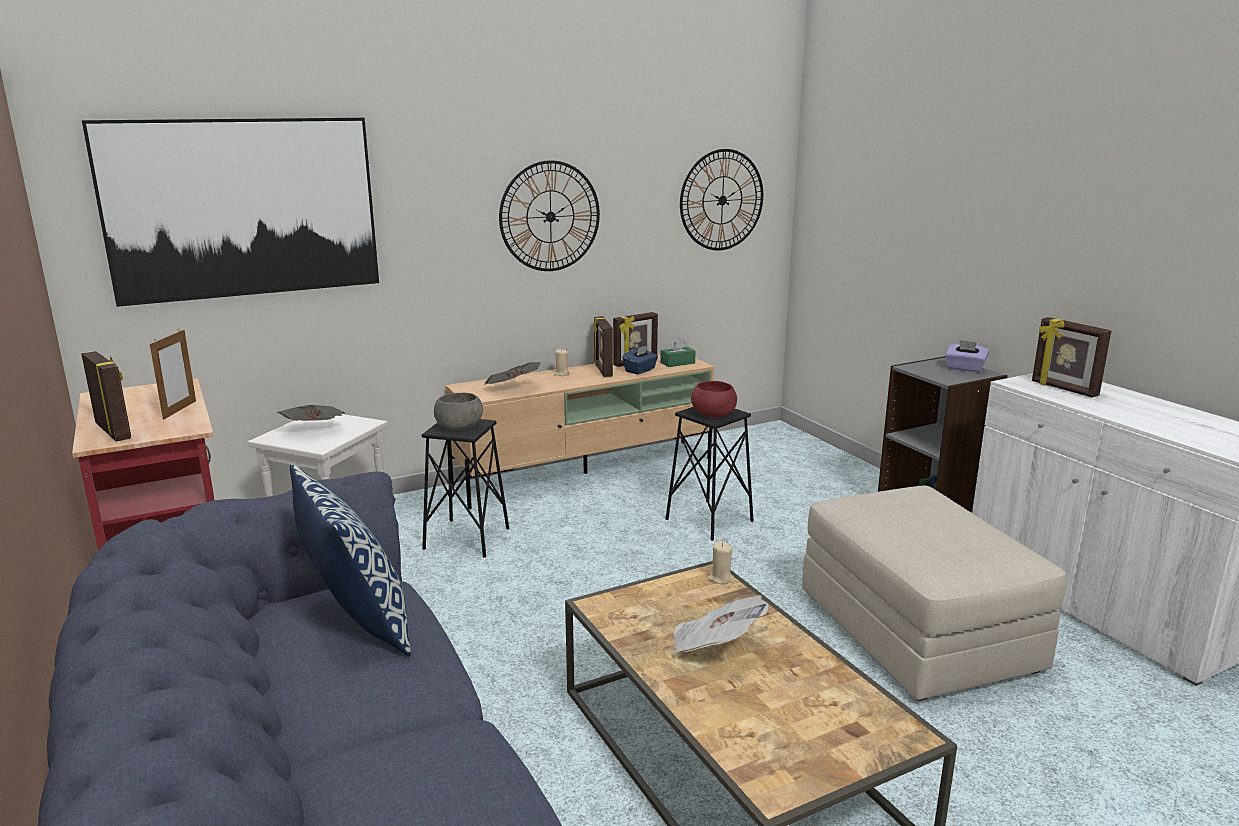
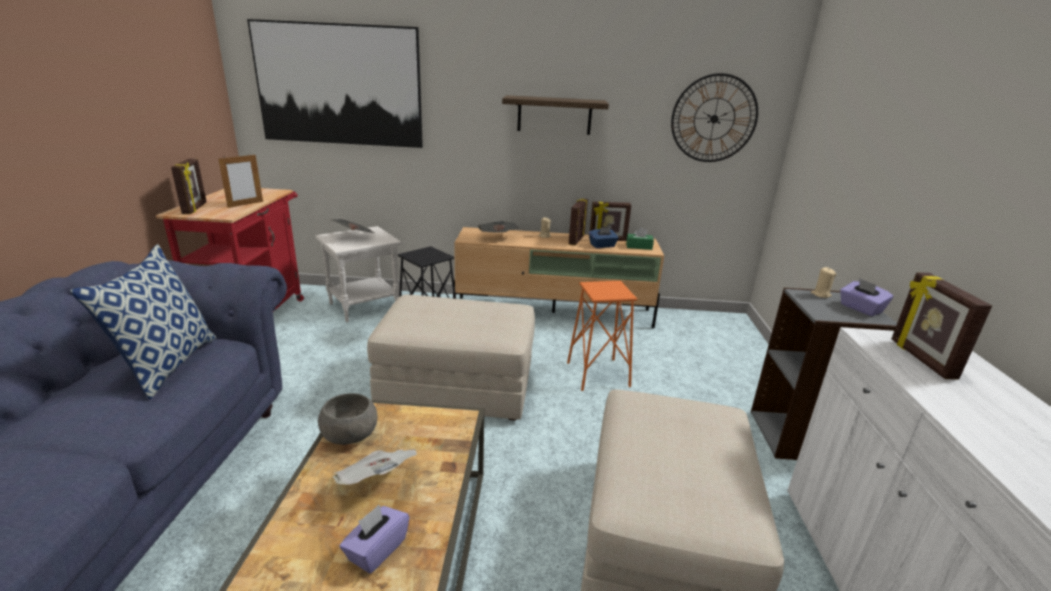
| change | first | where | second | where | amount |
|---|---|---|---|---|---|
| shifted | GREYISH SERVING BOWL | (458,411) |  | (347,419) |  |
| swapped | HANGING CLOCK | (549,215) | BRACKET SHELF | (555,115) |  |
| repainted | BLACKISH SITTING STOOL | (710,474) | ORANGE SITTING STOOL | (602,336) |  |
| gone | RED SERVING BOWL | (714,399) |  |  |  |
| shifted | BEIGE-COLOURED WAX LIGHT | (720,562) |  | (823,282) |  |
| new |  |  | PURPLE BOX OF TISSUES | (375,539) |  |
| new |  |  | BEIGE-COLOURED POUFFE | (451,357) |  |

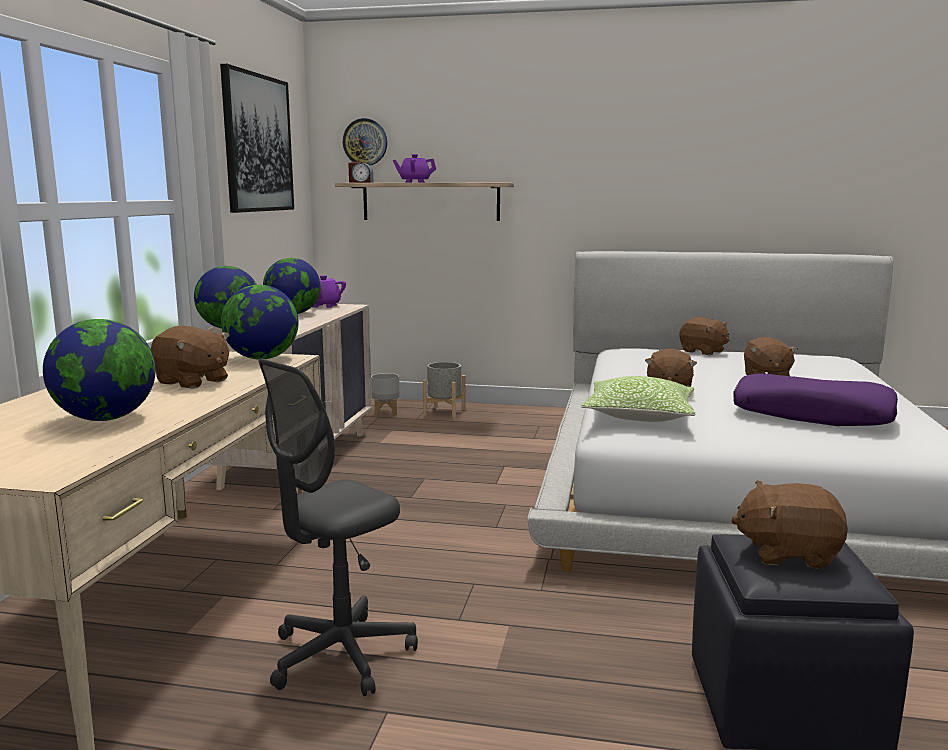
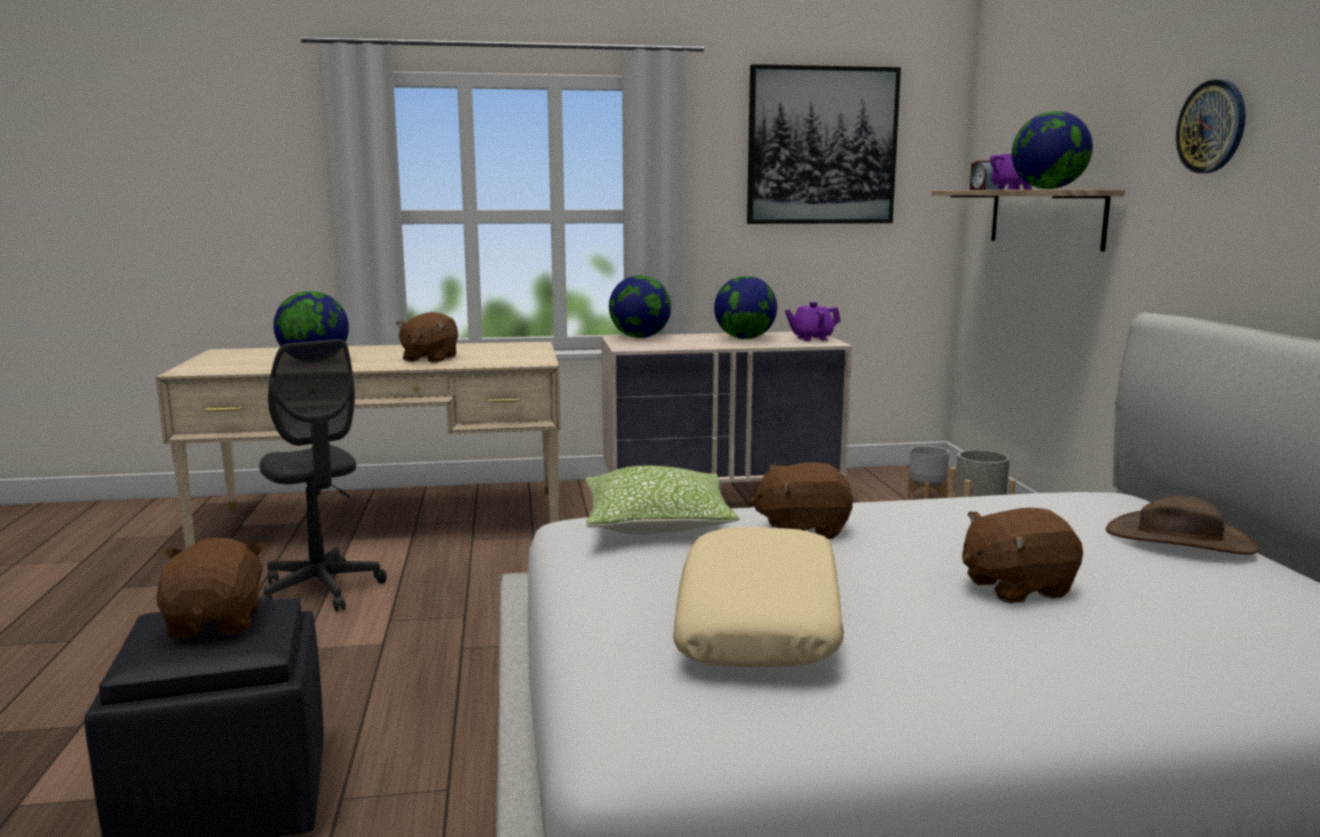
| change | first | where | second | where | amount |
|---|---|---|---|---|---|
| shifted | DESK GLOBE | (259,322) |  | (1052,150) |  |
| rotated | GREYISH DESK CHAIR | (338,527) |  | (323,475) | 150 degrees counterclockwise |
| shifted | HANGING CLOCK | (365,141) |  | (1211,126) |  |
| swapped | BROWN-COLOURED SOFT TOY | (704,336) | BROWN-COLOURED WEARABLE HAT | (1182,525) |  |
| repainted | PURPLE CUSHION | (815,400) | BEIGE-COLOURED CUSHION | (758,597) |  |

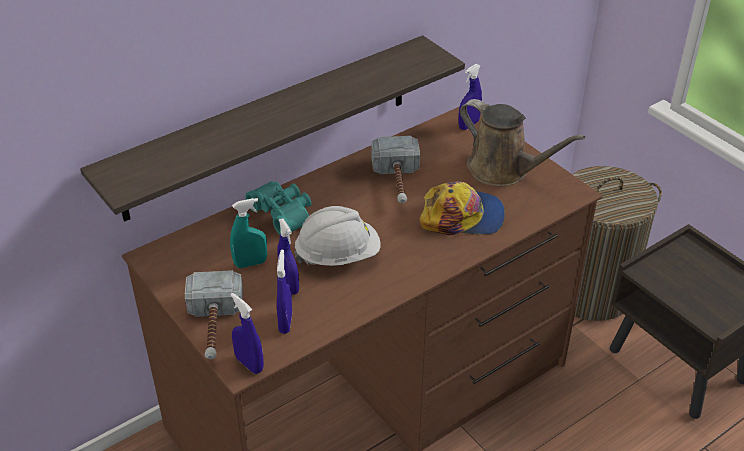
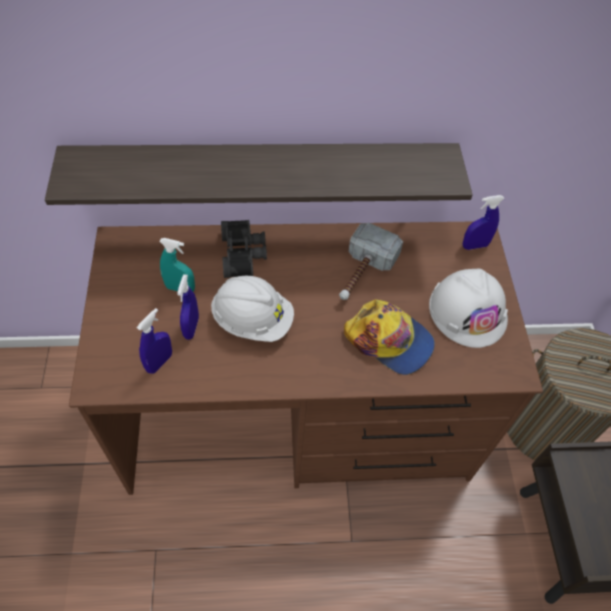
| change | first | where | second | where | amount |
|---|---|---|---|---|---|
| gone | HAMMER | (214,314) |  |  |  |
| gone | BLUISH HAND SPRAYER | (247,333) |  |  |  |
| repainted | TURQUOISE-COLOURED FIELD GLASSES | (278,208) | BLACKISH FIELD GLASSES | (244,249) |  |
| swapped | BROWN-COLOURED SPRINKLING CAN | (522,142) | WHITE-COLOURED SAFETY HELMET | (468,308) |  |

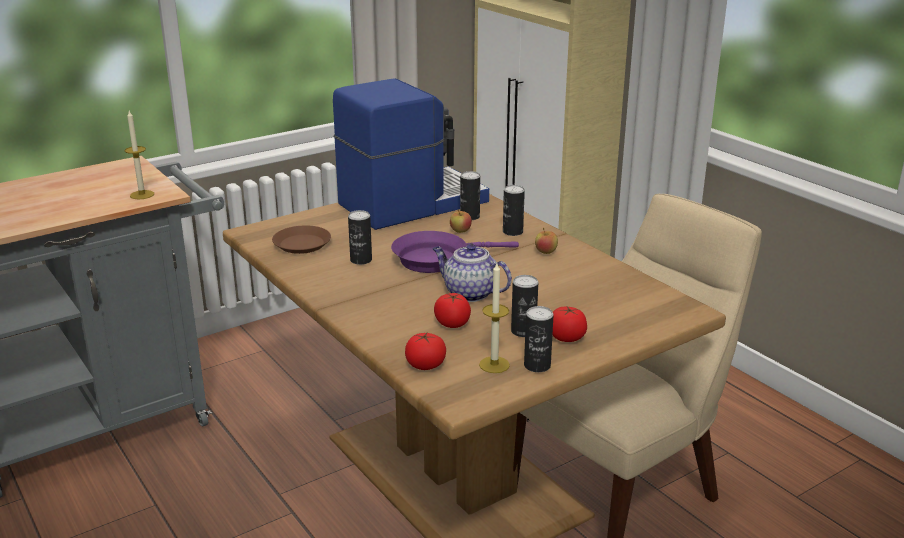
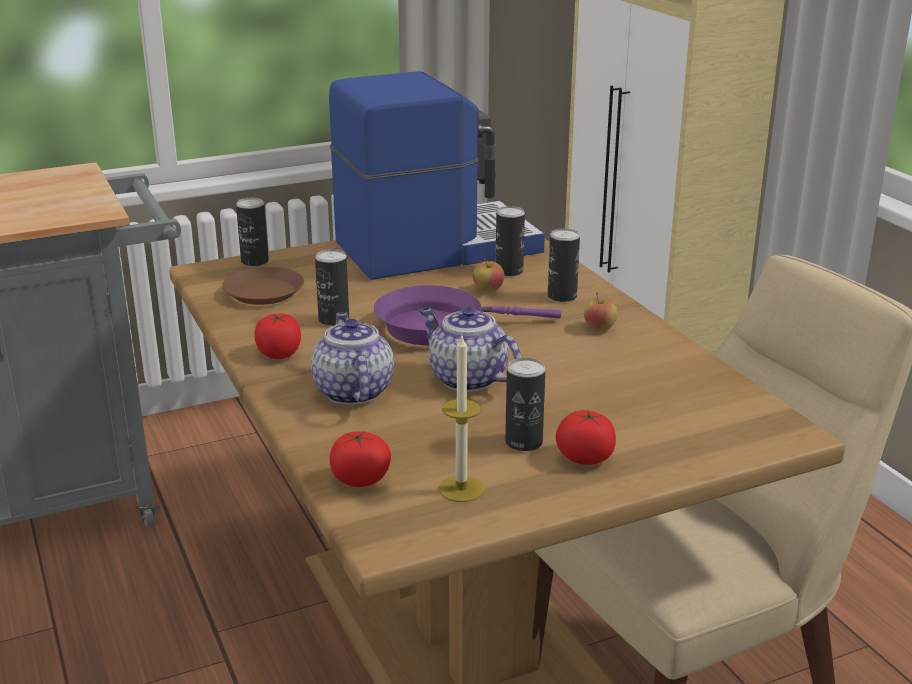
| change | first | where | second | where | amount |
|---|---|---|---|---|---|
| gone | WAX LIGHT | (139,155) |  |  |  |
| shifted | WHOLE TOMATO | (452,310) |  | (277,336) |  |
| shifted | METAL CAN | (539,339) |  | (252,232) |  |
| new |  |  | TEAPOT | (352,358) |  |

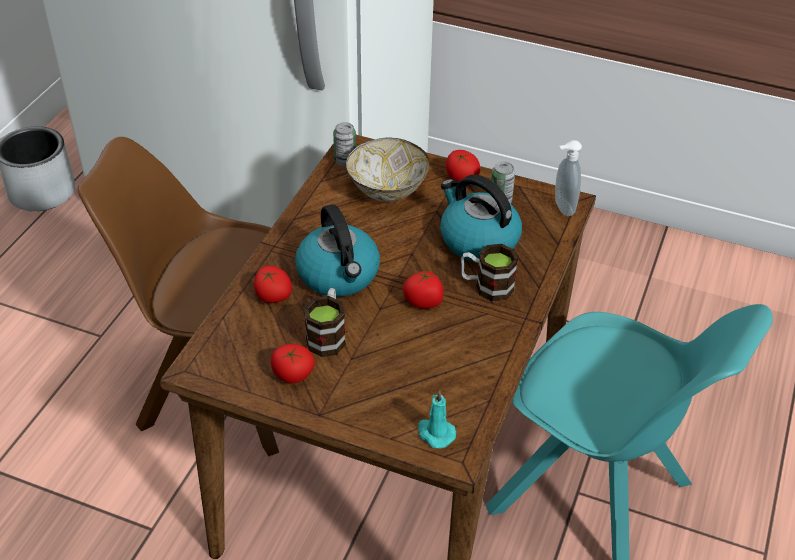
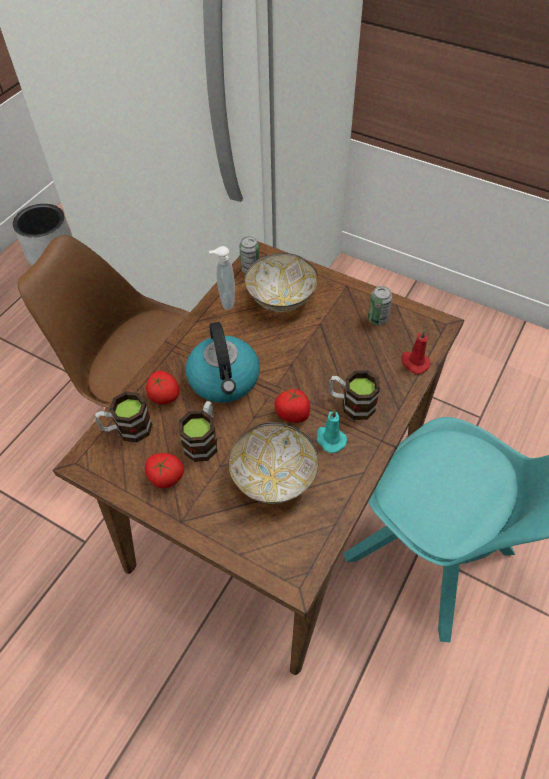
| change | first | where | second | where | amount |
|---|---|---|---|---|---|
| shifted | TURQUOISE-COLOURED WAX LIGHT | (437,419) |  | (331,431) |  |
| gone | TEA KETTLE | (481,218) |  |  |  |
| gone | WHOLE TOMATO | (463,165) |  |  |  |
| shifted | LIQUID SOAP BOTTLE | (568,178) |  | (222,278) |  |
| new |  |  | COFFEE MUG | (124,416) |  |
| new |  |  | SERVING BOWL | (273,463) |  |
| new |  |  | RED WAX LIGHT | (415,352) |  |

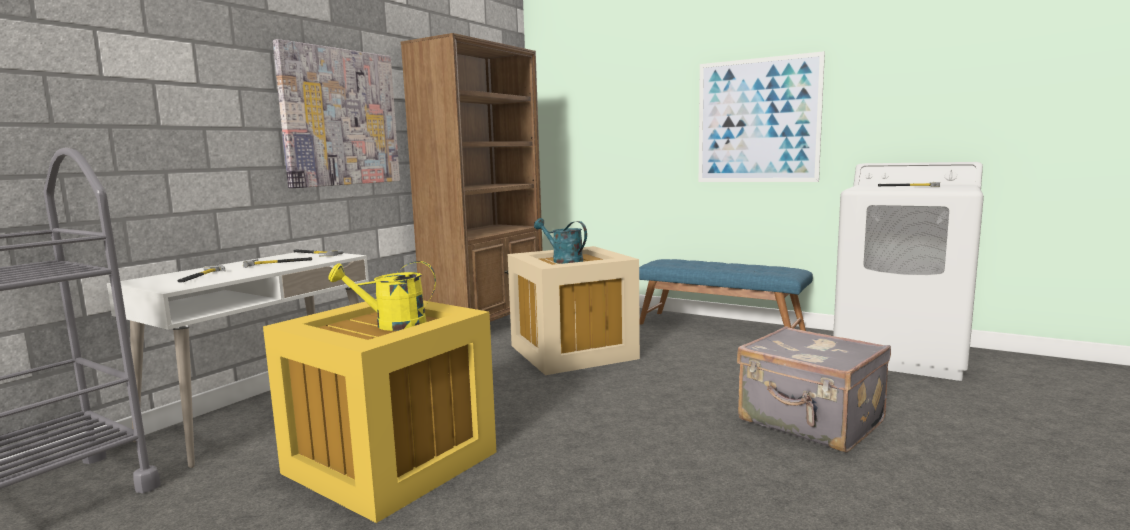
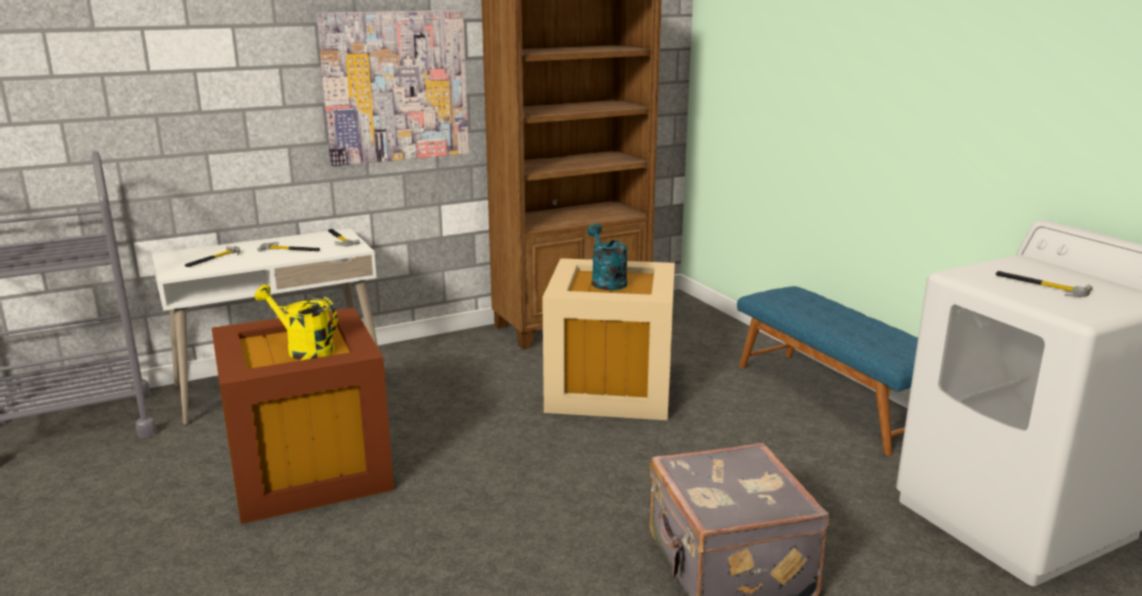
| change | first | where | second | where | amount |
|---|---|---|---|---|---|
| repainted | YELLOWISH STORAGE CONTAINER | (379,411) | BROWN-COLOURED STORAGE CONTAINER | (303,416) |  |
| gone | WALL ART | (762,116) |  |  |  |

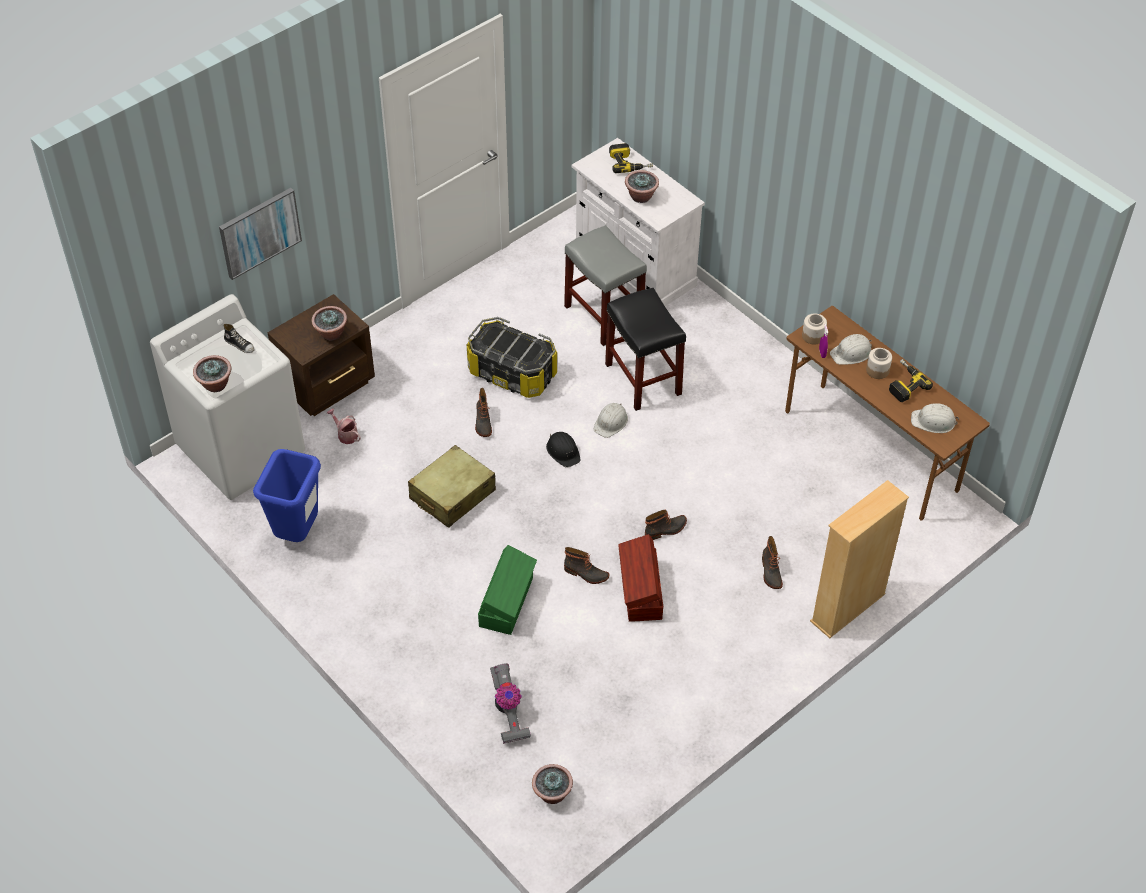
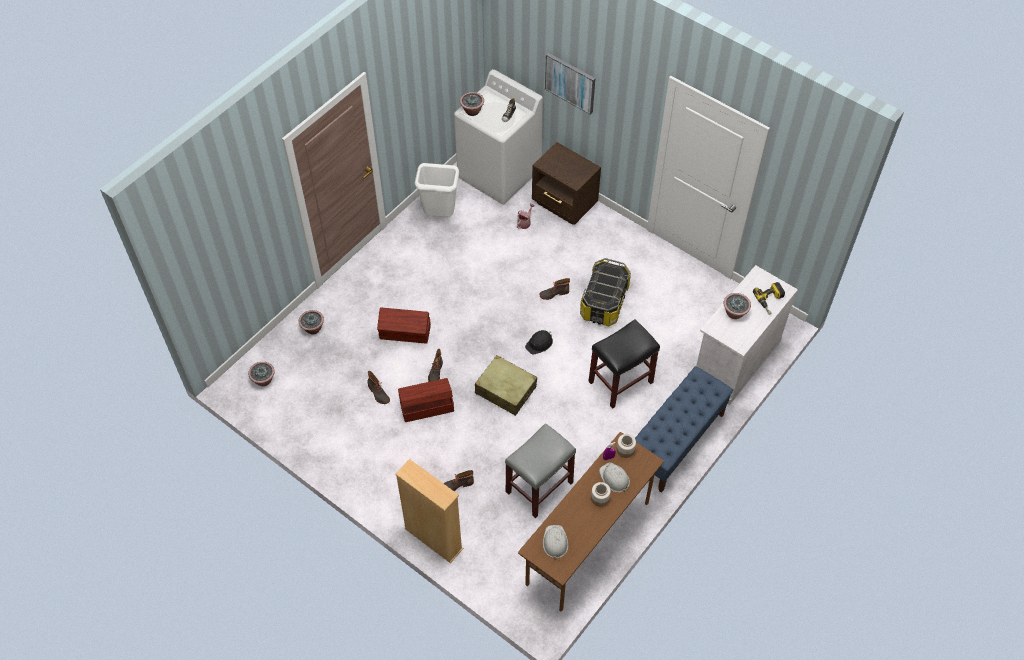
| change | first | where | second | where | amount |
|---|---|---|---|---|---|
| repainted | BLUISH TRASH CAN | (287,495) | WHITE-COLOURED TRASH CAN | (437,190) |  |
| shifted | POTTED PLANT | (329,323) |  | (311,322) |  |
| shifted | BEIGE-COLOURED PIECE OF LUGGAGE | (452,486) |  | (506,385) |  |
| repainted | GREEN STORAGE CONTAINER | (507,590) | BROWN-COLOURED STORAGE CONTAINER | (404,325) |  |
| gone | VACUUM | (510,703) |  |  |  |
| shifted | GREYISH SITTING STOOL | (605,285) |  | (540,470) |  |
| gone | WHITE-COLOURED SAFETY HELMET | (610,420) |  |  |  |
| shifted | HIGH-TOP BOOT | (666,525) |  | (378,387) |  |
| gone | ELECTRIC DRILL | (911,380) |  |  |  |
| new |  |  | BLUISH LONG SEAT | (684,429) |  |

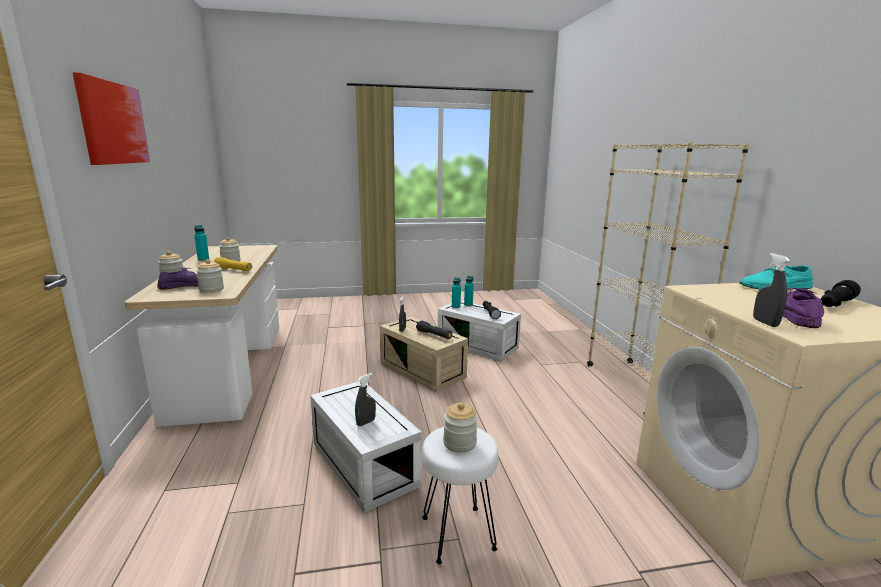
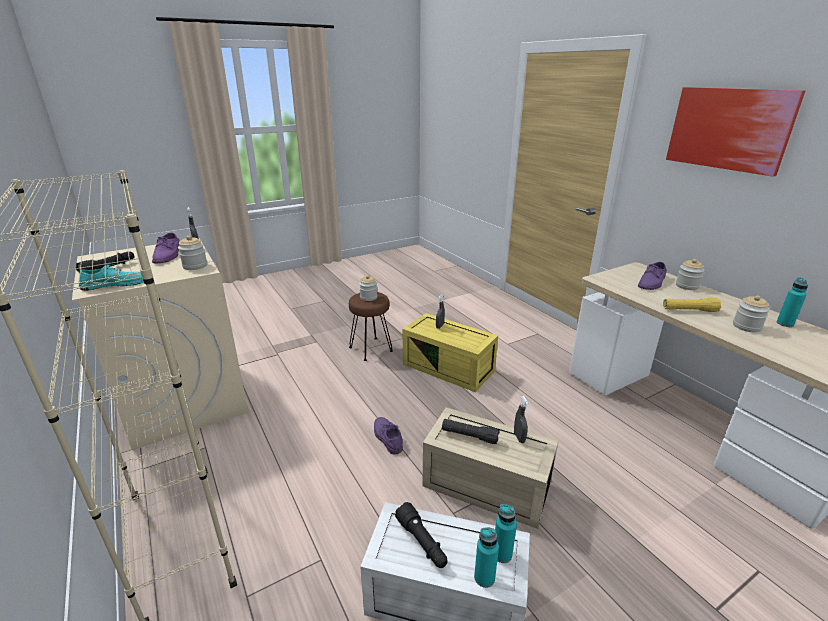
| change | first | where | second | where | amount |
|---|---|---|---|---|---|
| shifted | STORAGE JAR | (210,276) |  | (192,253) |  |
| repainted | WHITE-COLOURED STORAGE CONTAINER | (366,447) | YELLOWISH STORAGE CONTAINER | (450,352) |  |
| repainted | WHITE-COLOURED SITTING STOOL | (460,495) | BROWN-COLOURED SITTING STOOL | (371,326) |  |
| new |  |  | PURPLE LOW SHOE | (388,435) |  |

